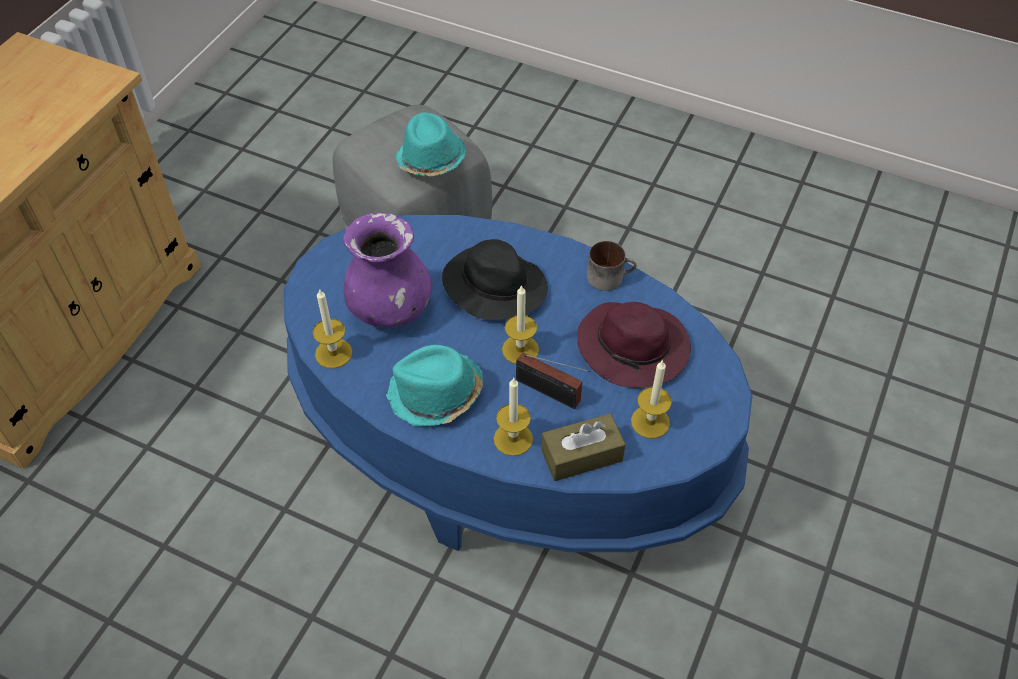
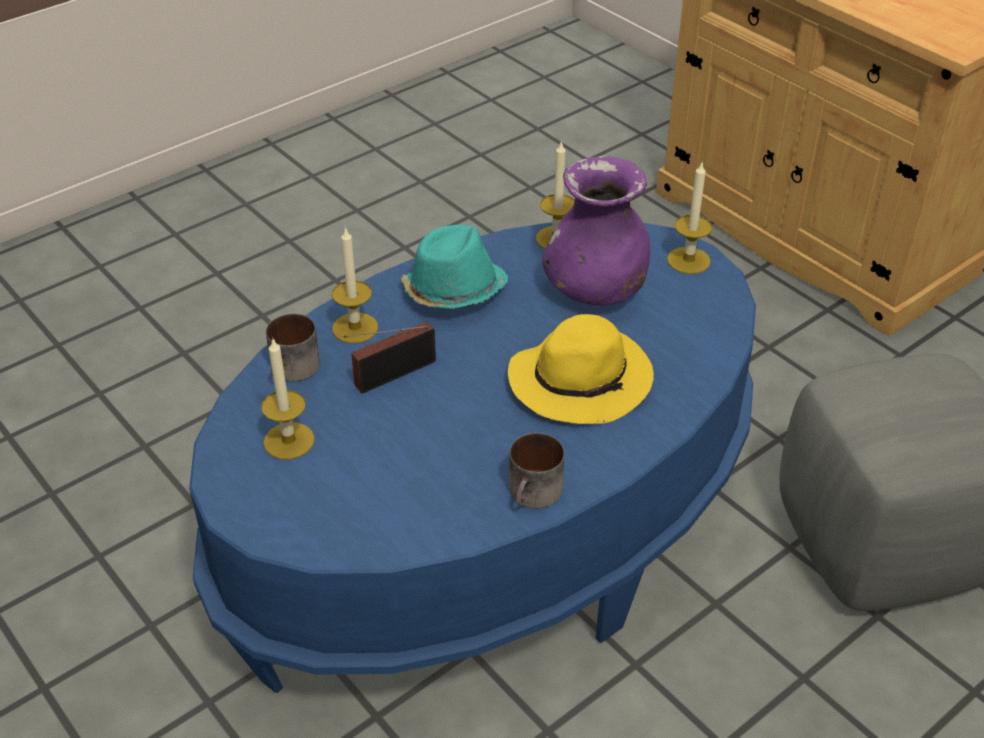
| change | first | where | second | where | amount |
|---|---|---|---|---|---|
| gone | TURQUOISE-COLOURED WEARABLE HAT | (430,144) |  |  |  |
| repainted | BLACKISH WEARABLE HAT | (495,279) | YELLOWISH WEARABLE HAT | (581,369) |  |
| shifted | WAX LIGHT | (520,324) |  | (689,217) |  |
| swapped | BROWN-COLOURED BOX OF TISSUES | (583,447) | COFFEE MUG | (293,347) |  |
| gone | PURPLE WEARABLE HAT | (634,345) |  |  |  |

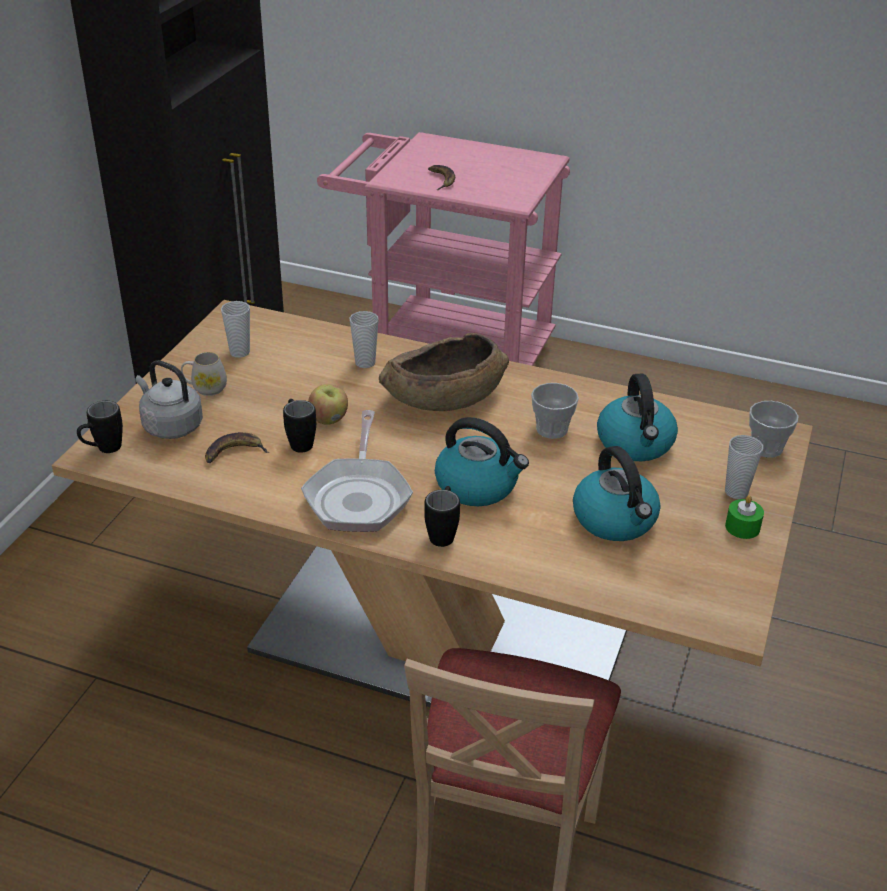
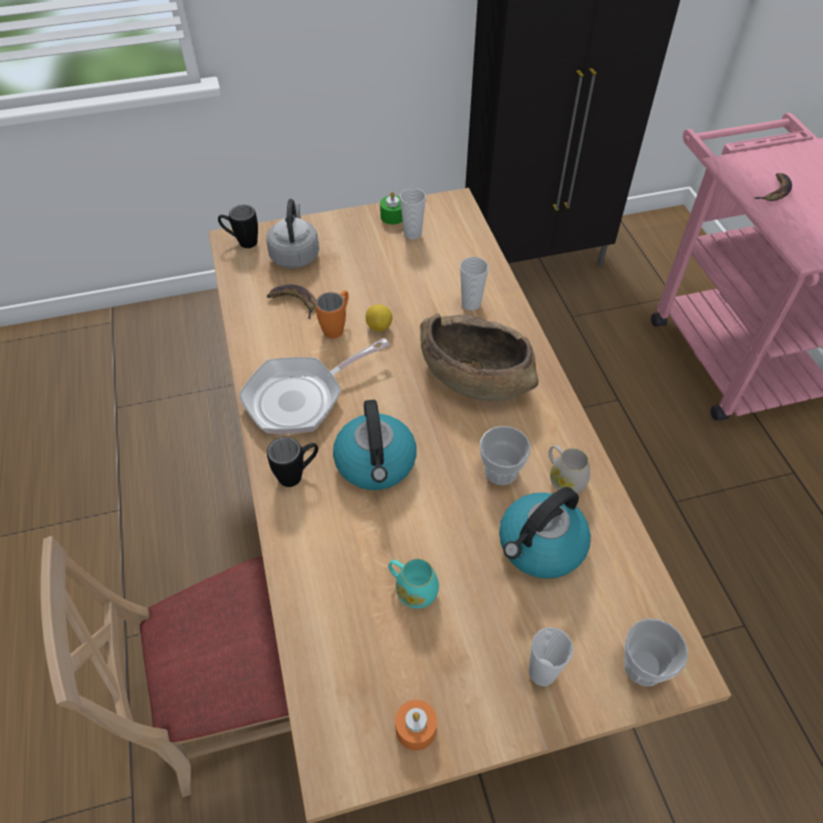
| change | first | where | second | where | amount |
|---|---|---|---|---|---|
| shifted | WHITE-COLOURED COFFEE MUG | (204,374) |  | (569,469) |  |
| repainted | BLACKISH COFFEE MUG | (299,426) | ORANGE COFFEE MUG | (332,314) |  |
| swapped | APPLE | (328,404) | WHOLE LEMON | (379,318) |  |
| swapped | TEA KETTLE | (617,493) | TURQUOISE-COLOURED COFFEE MUG | (413,583) |  |
| shifted | GREEN WAX LIGHT | (744,517) |  | (391,208) |  |
| new |  |  | ORANGE WAX LIGHT | (416,725) |  |

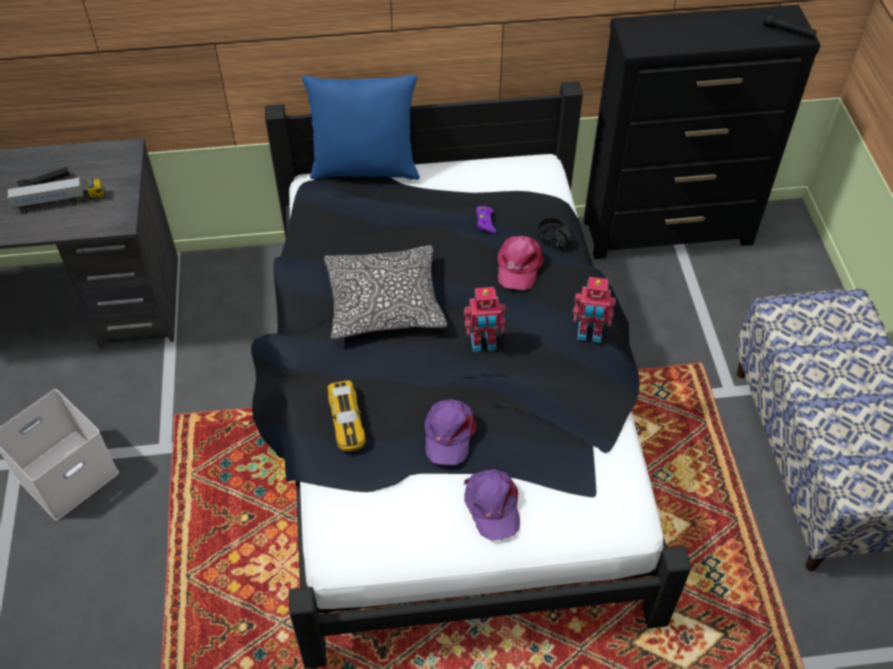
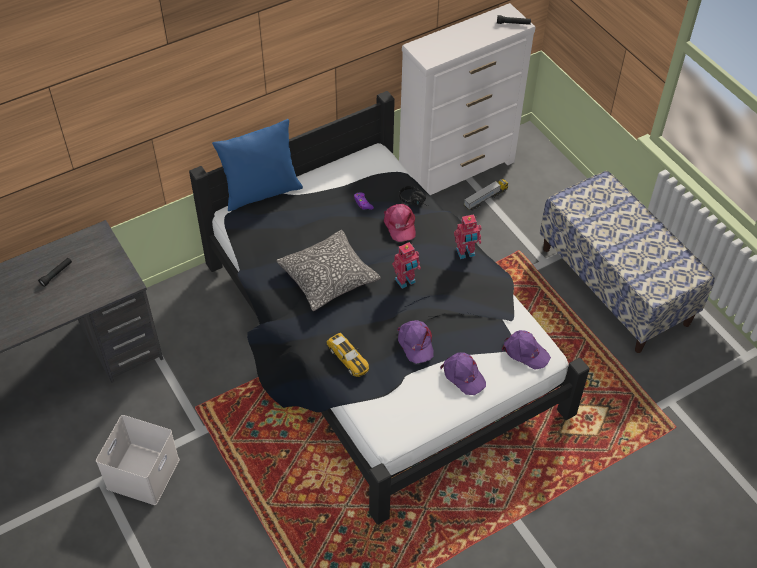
| change | first | where | second | where | amount |
|---|---|---|---|---|---|
| shifted | TOY TRUCK | (56,195) |  | (486,195) |  |
| repainted | BLACKISH CHEST OF DRAWERS | (702,132) | WHITE-COLOURED CHEST OF DRAWERS | (467,99) |  |
| new |  |  | PURPLE CAP | (526,349) |  |

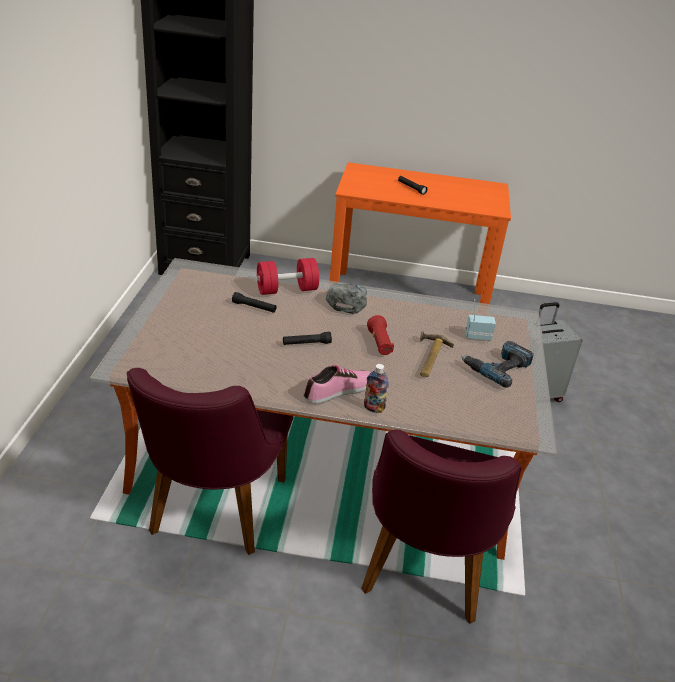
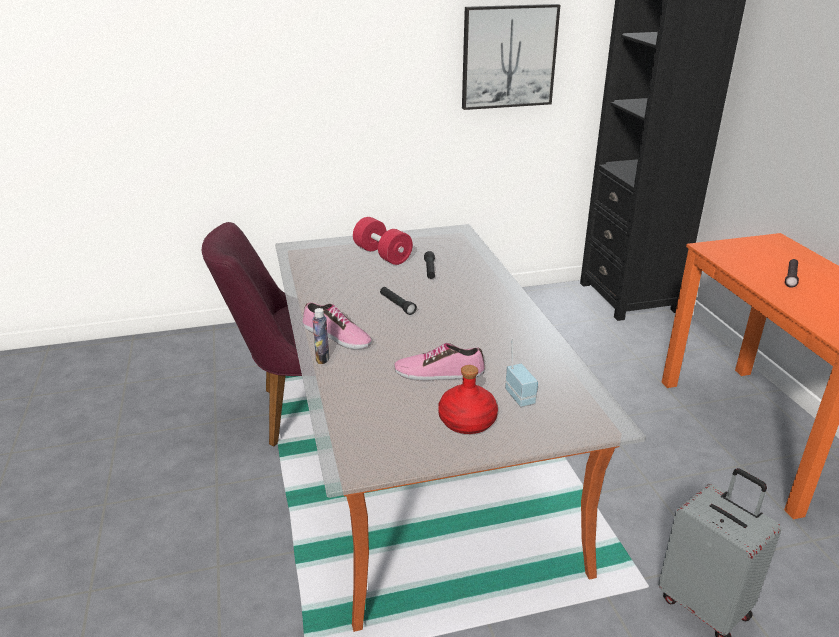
| change | first | where | second | where | amount |
|---|---|---|---|---|---|
| shifted | RED FREE WEIGHT | (288,276) |  | (383,241) |  |
| gone | GREYISH CAP | (346,298) |  |  |  |
| gone | PURPLE PLAIN CHAIR | (441,526) |  |  |  |
| gone | RED TORCH | (380,335) |  |  |  |
| swapped | HAMMER | (437,354) | LOW SHOE | (439,361) |  |
| swapped | ELECTRIC DRILL | (497,364) | RED BEVERAGE BOTTLE | (468,399) |  |
| new |  |  | WALL ART | (511,57) |  |

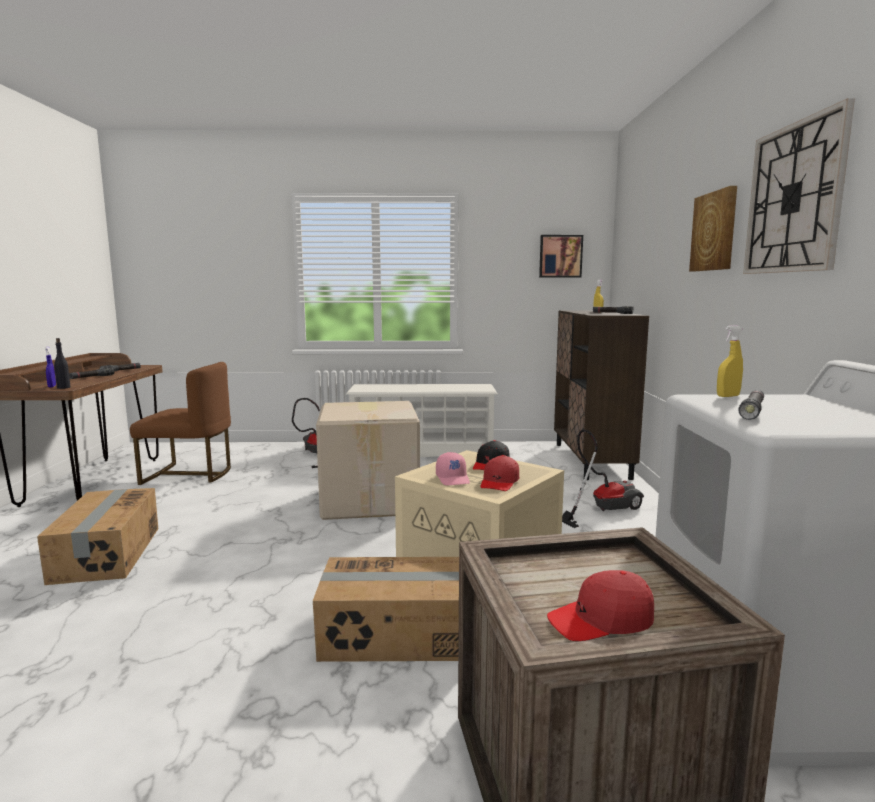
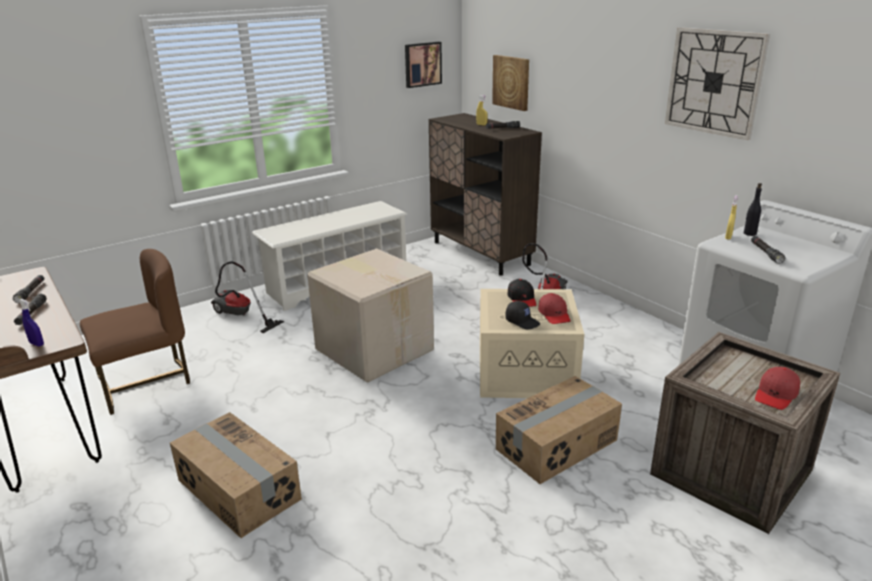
| change | first | where | second | where | amount |
|---|---|---|---|---|---|
| shifted | BLACKISH BEVERAGE BOTTLE | (62,363) |  | (753,209) |  |
| repainted | PINK CAP | (453,468) | BLACKISH CAP | (522,315) |  |
| shifted | WALL ART | (713,228) |  | (510,83) |  |

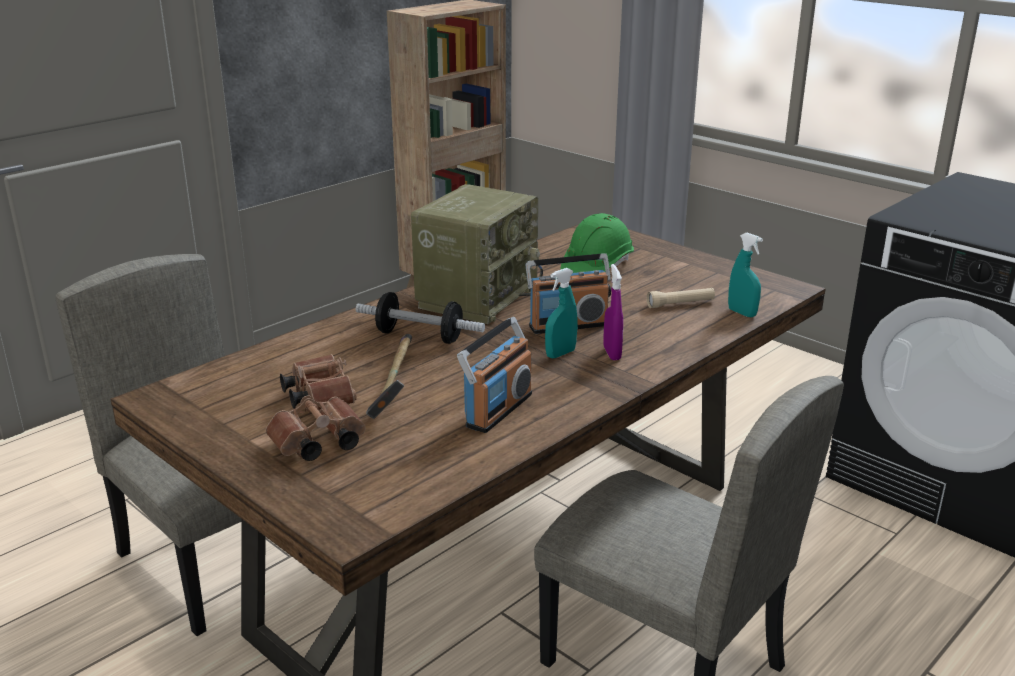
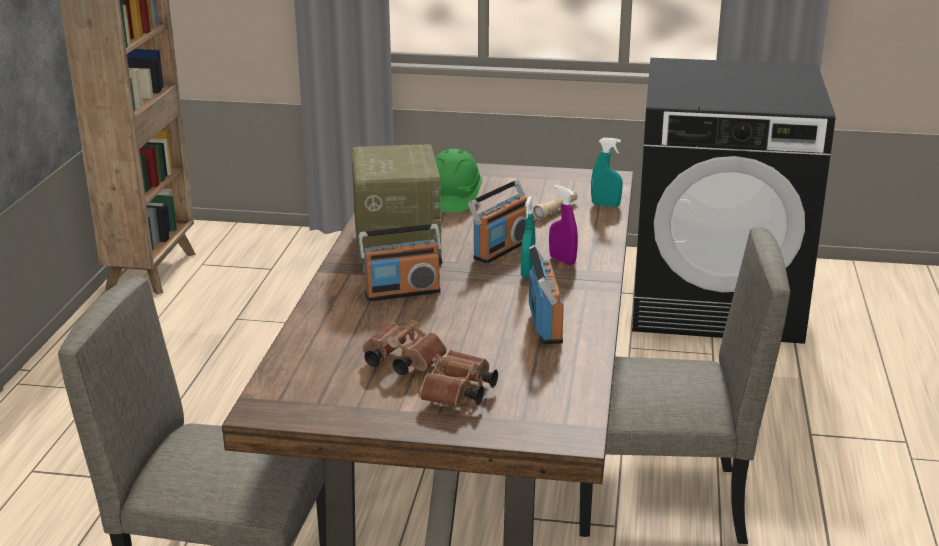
| change | first | where | second | where | amount |
|---|---|---|---|---|---|
| swapped | FREE WEIGHT | (420,318) | RADIO RECEIVER | (400,262) |  |
| gone | HAMMER | (389,376) |  |  |  |

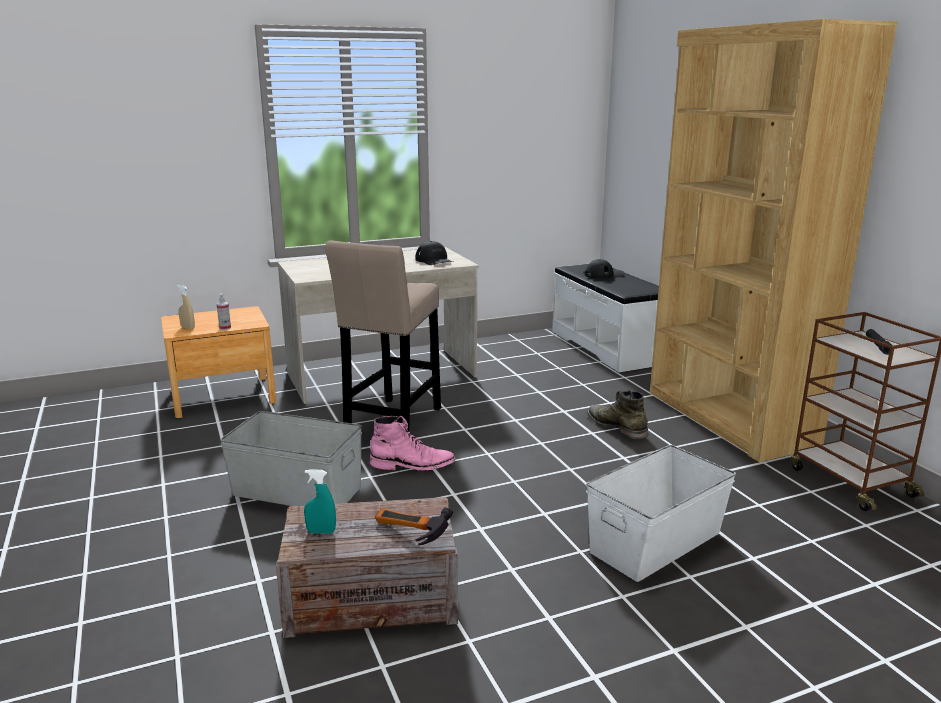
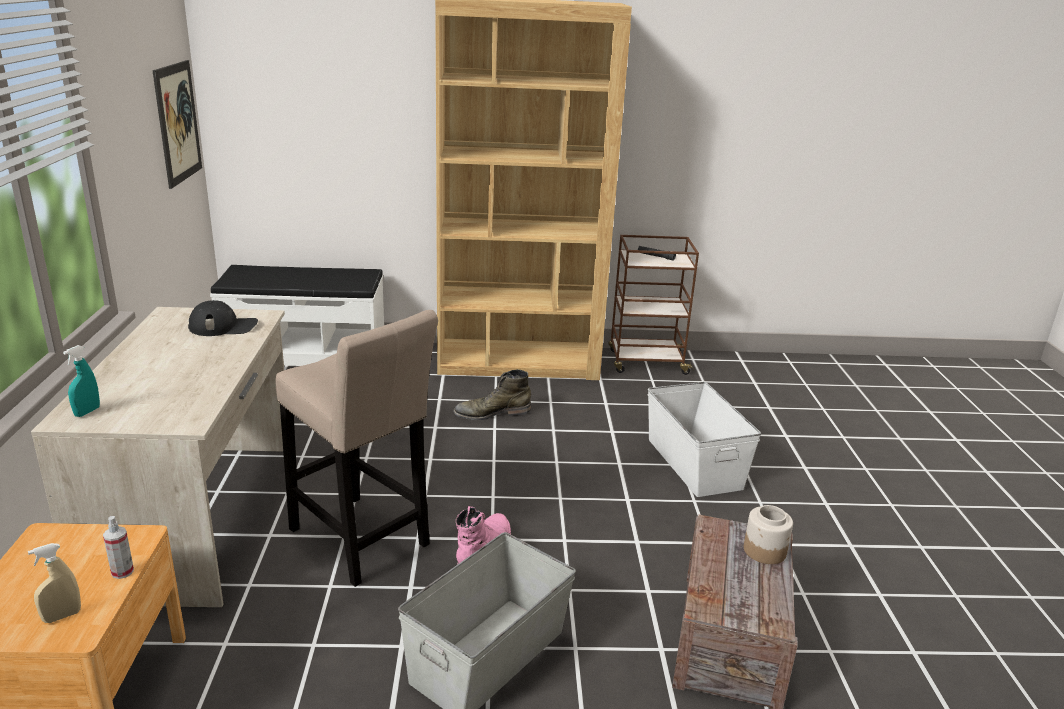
| change | first | where | second | where | amount |
|---|---|---|---|---|---|
| shifted | TURQUOISE-COLOURED HAND SPRAYER | (320,501) |  | (81,381) |  |
| swapped | HAMMER | (414,526) | STORAGE JAR | (768,534) |  |
| gone | BLACKISH CAP | (604,269) |  |  |  |
| new |  |  | WALL ART | (177,124) |  |

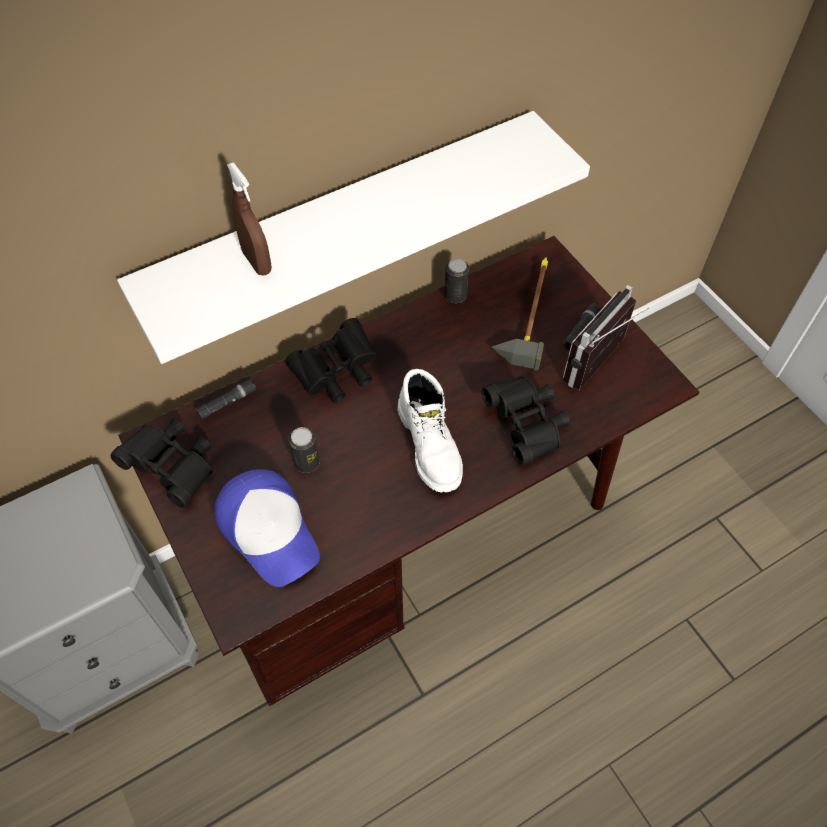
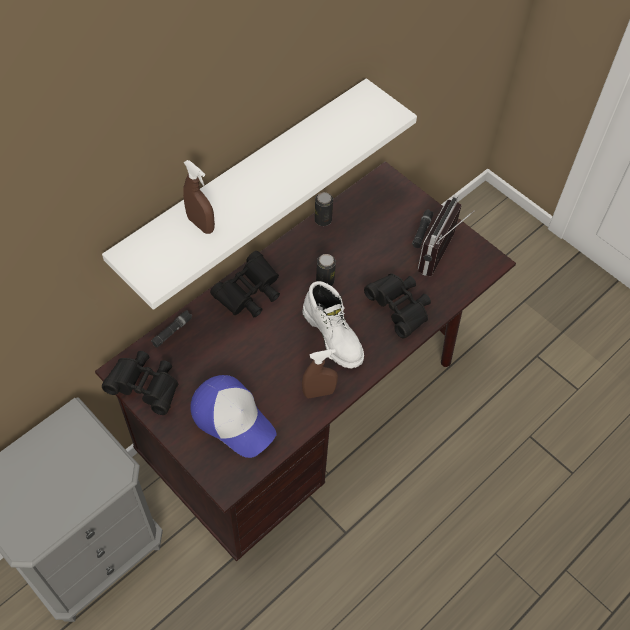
| change | first | where | second | where | amount |
|---|---|---|---|---|---|
| shifted | METAL CAN | (304,450) |  | (326,270) |  |
| gone | HAMMER | (520,314) |  |  |  |
| new |  |  | BROWN-COLOURED HAND SPRAYER | (320,373) |  |

